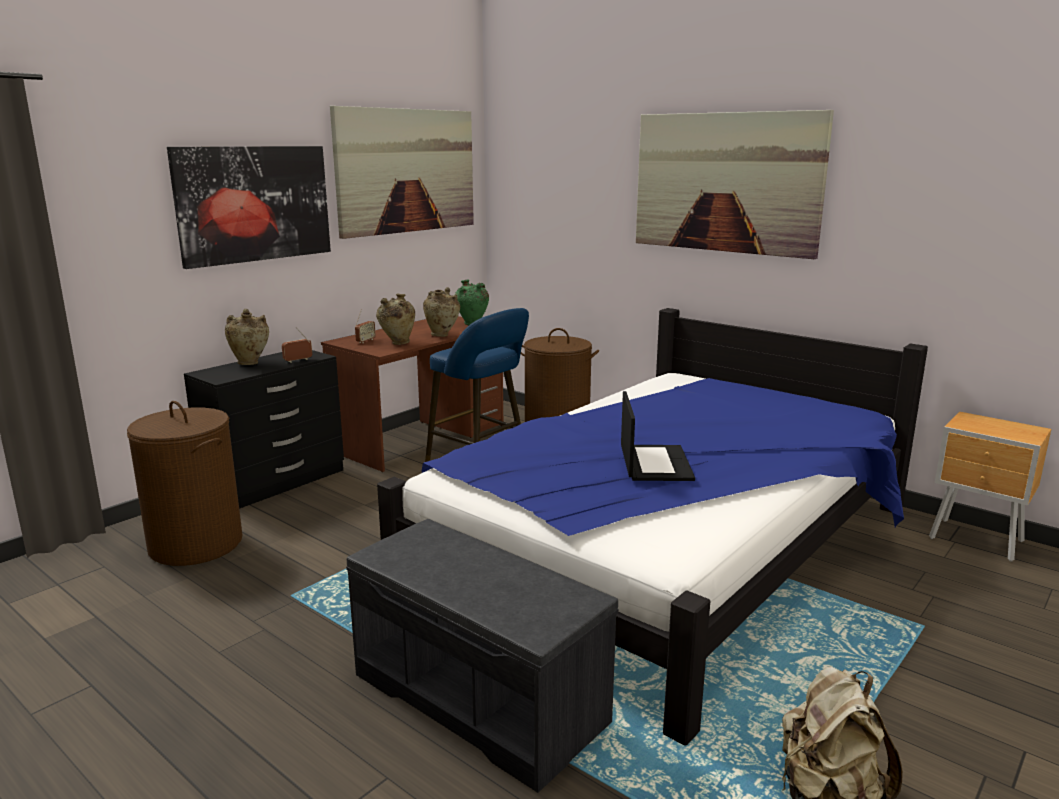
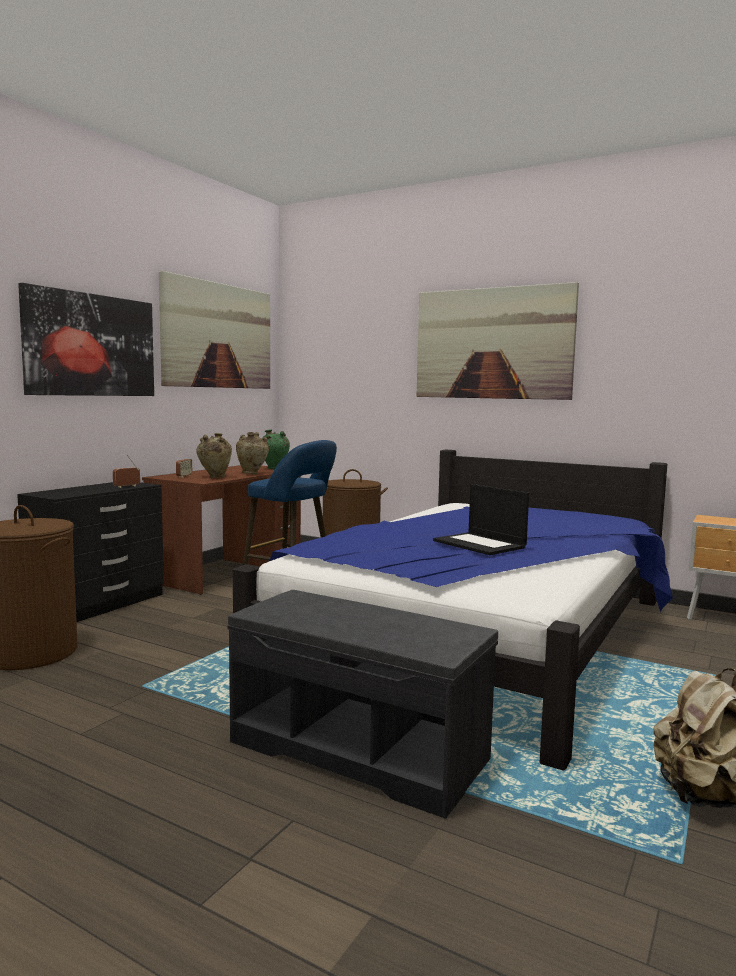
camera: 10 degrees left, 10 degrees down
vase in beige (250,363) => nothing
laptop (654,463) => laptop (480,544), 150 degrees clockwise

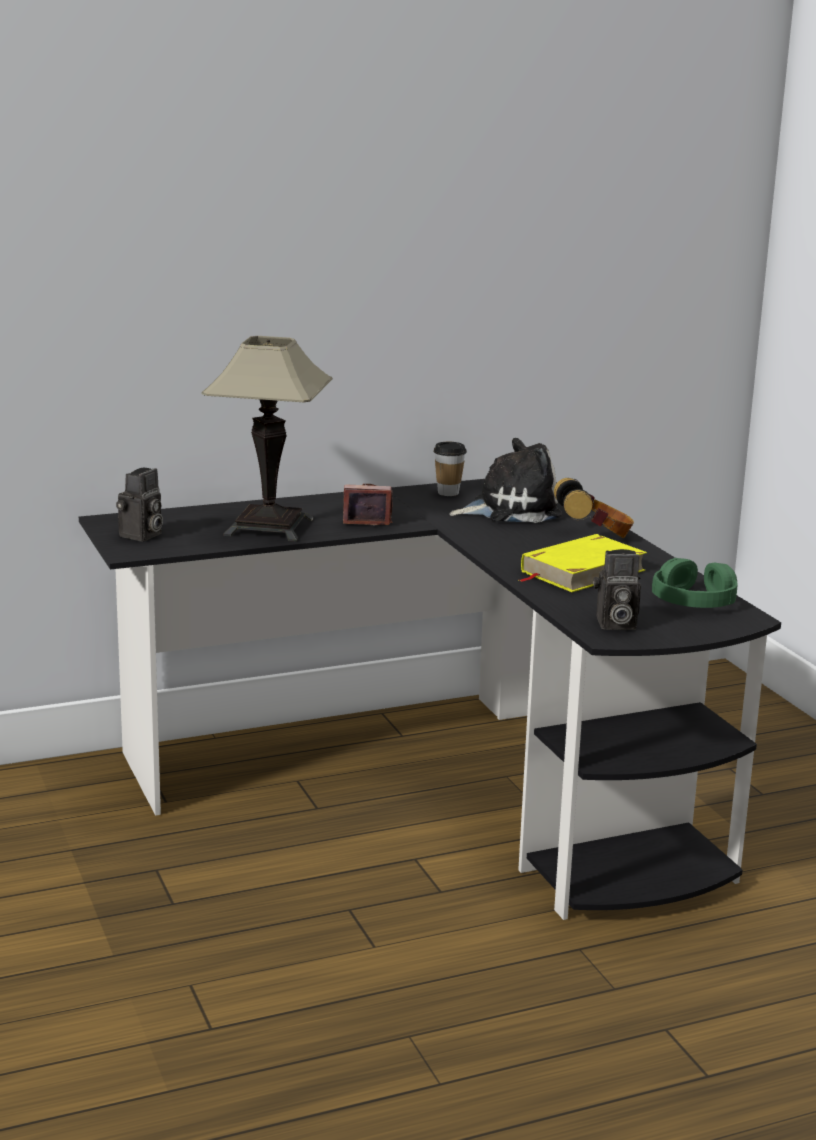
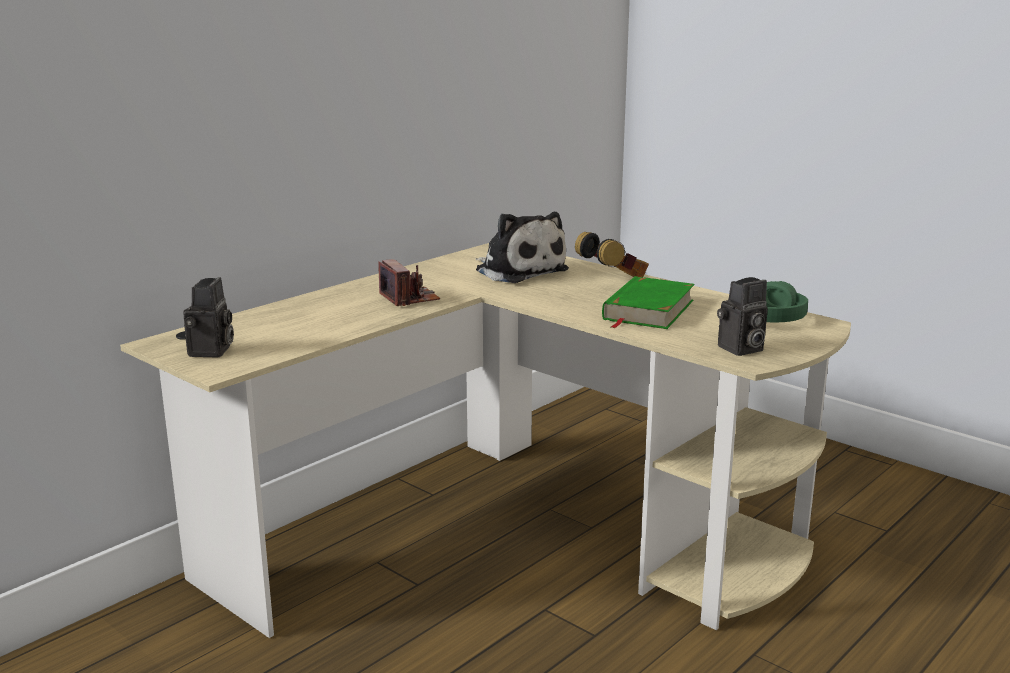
camera: 25 degrees left, 0 degrees up
desk in black (445,785) => desk in beige (508,530)
table lamp (268,527) => nothing
photo camera (366,519) => photo camera (409,298), 90 degrees clockwise
cup (448,493) => nothing
plush toy (510,509) => plush toy (518,270), 90 degrees clockwise
book in yellow (582,571) => book in green (647,310)

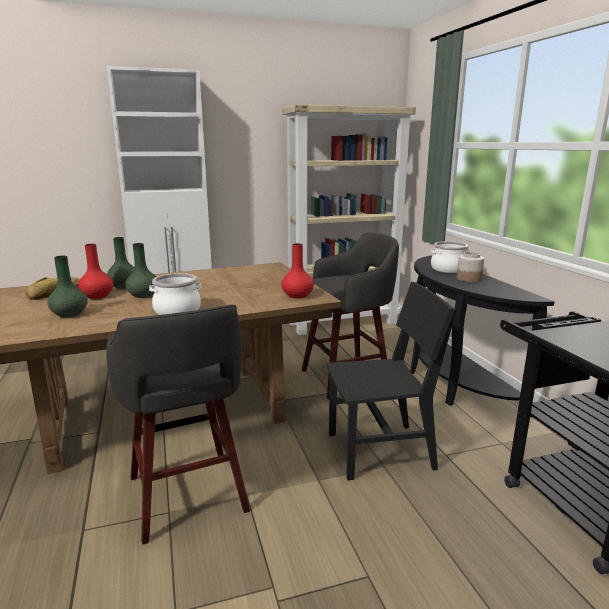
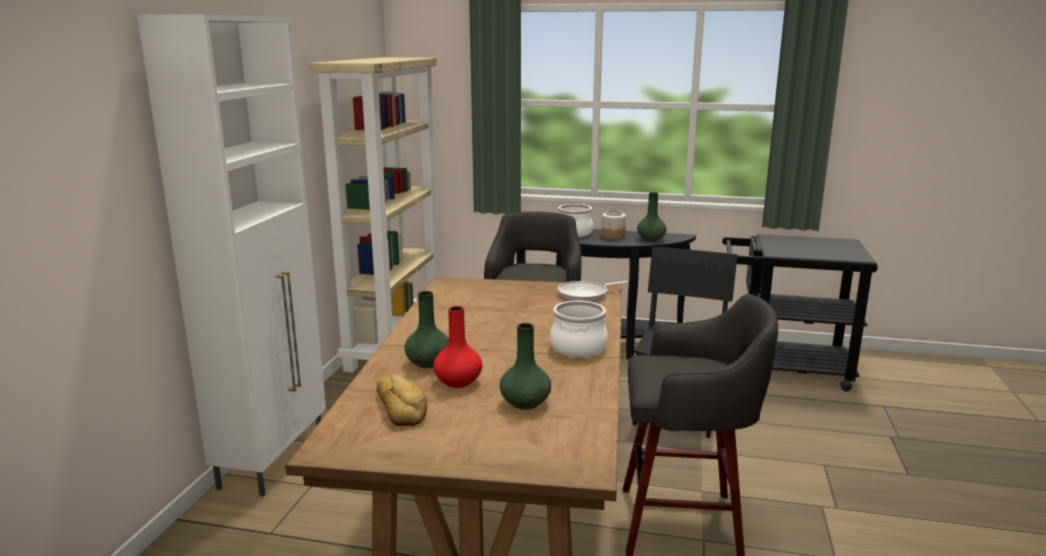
camera: 60 degrees left, 0 degrees up
vase in green (144,295) => vase in green (651,239), move
vase in red (297,296) => frying pan (585,294)

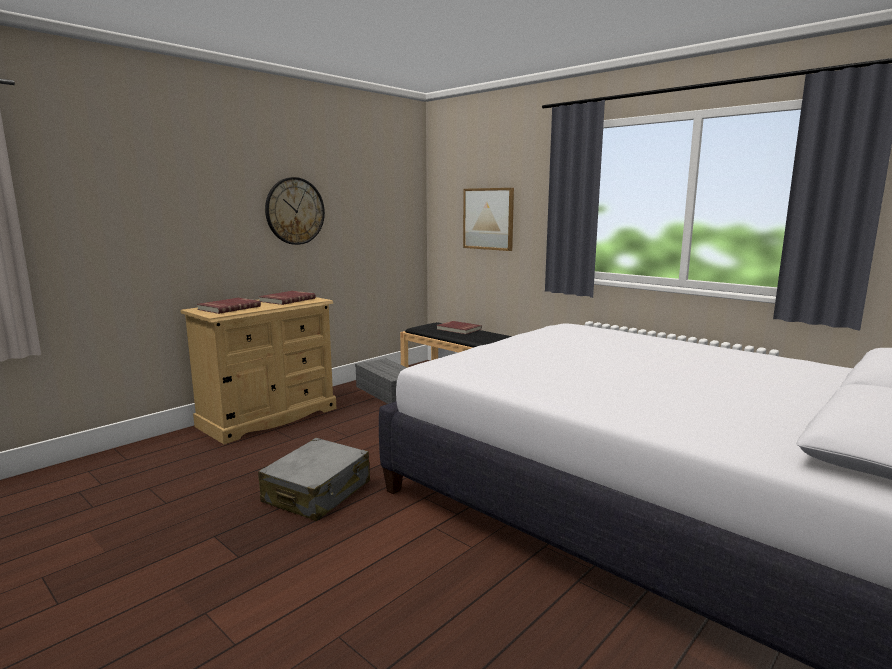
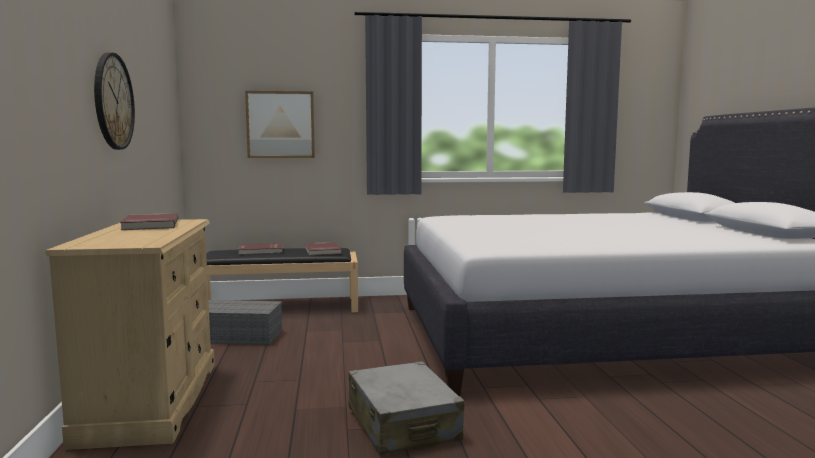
camera: 50 degrees left, 5 degrees down
book in red (228,308) => book in red (322,251), move

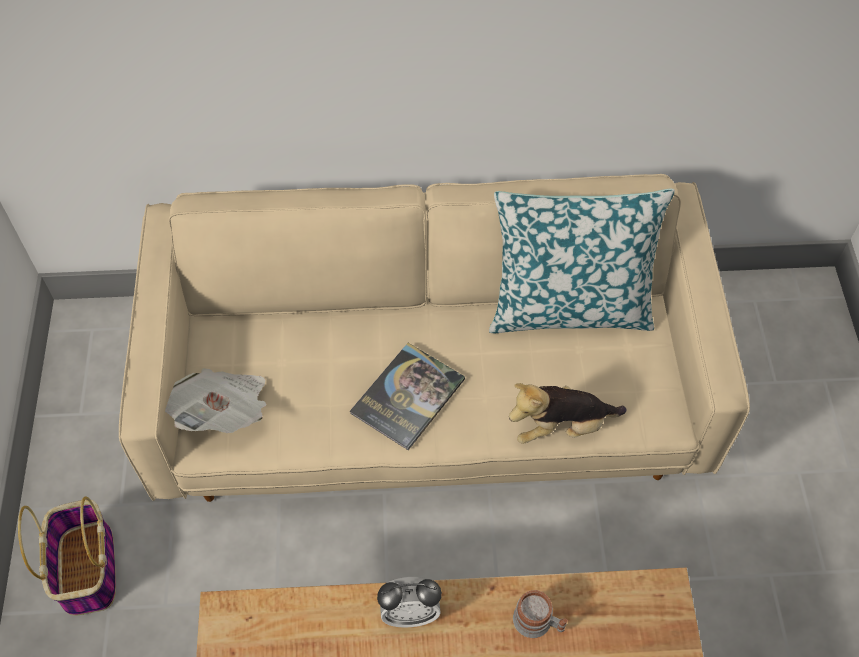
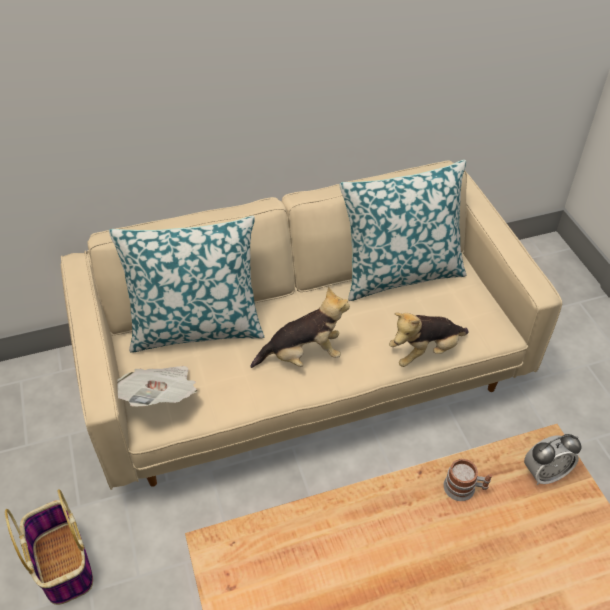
camera: 15 degrees left, 10 degrees down
book (408,396) => plush toy (303,355)
alarm clock (410,612) => alarm clock (544,473), move
nothing => pillow (196,327)

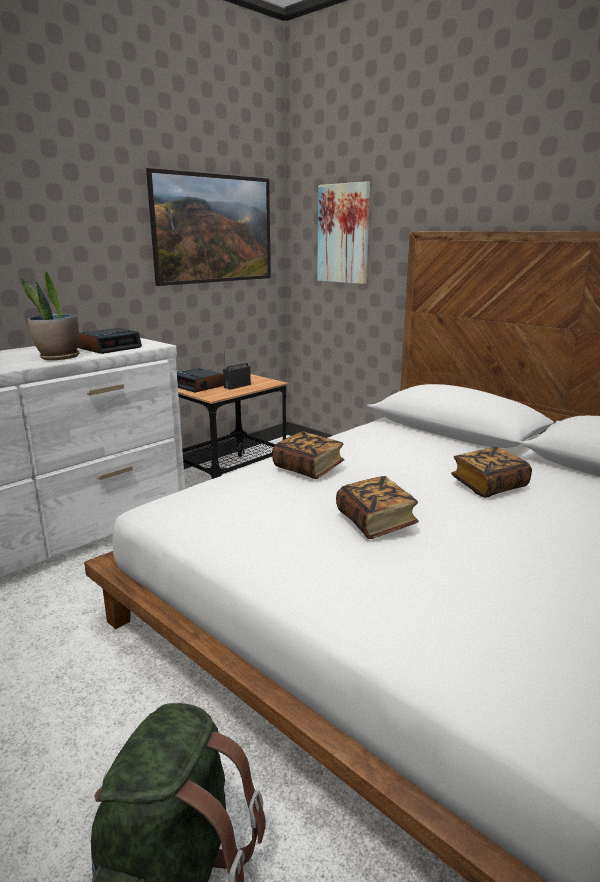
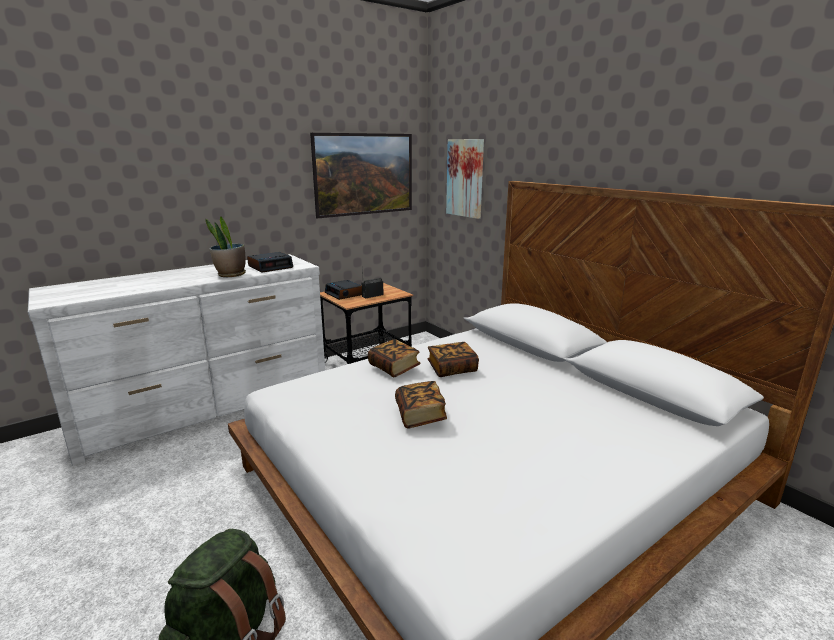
camera: 10 degrees right, 0 degrees up
book (489,485) => book (452,369), move

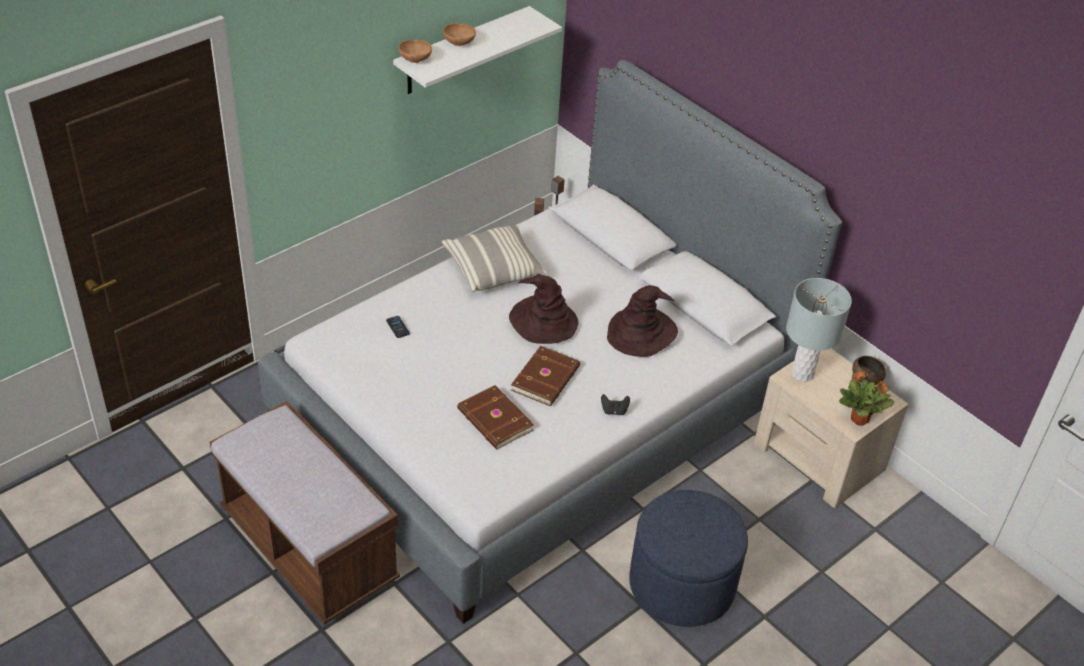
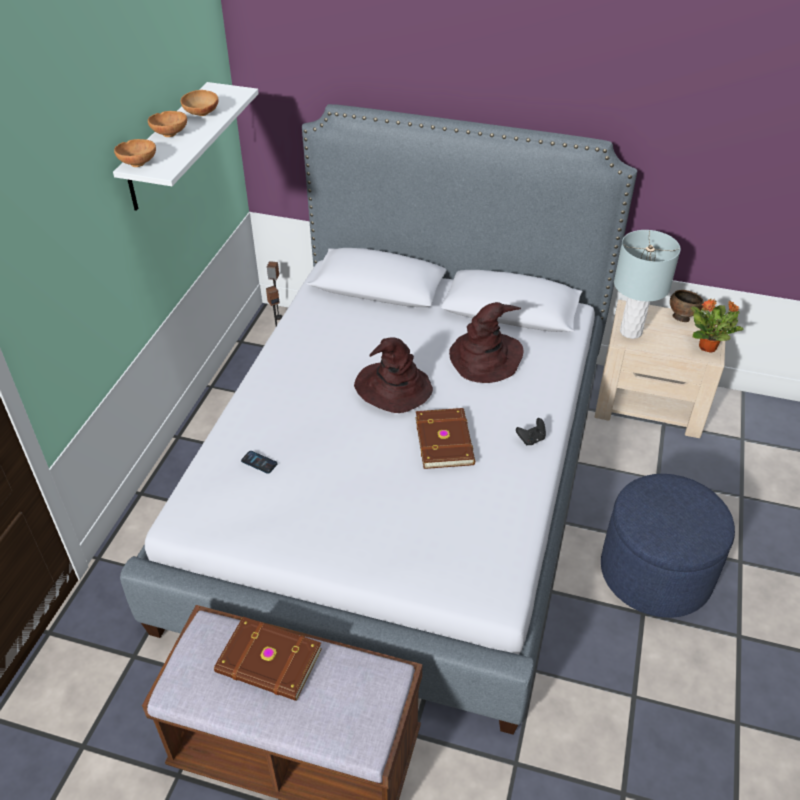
camera: 30 degrees left, 0 degrees up
pillow (493,269) => nothing
book in brown (494,421) => book in brown (269,663), move
nothing => bowl in brown (201,114)

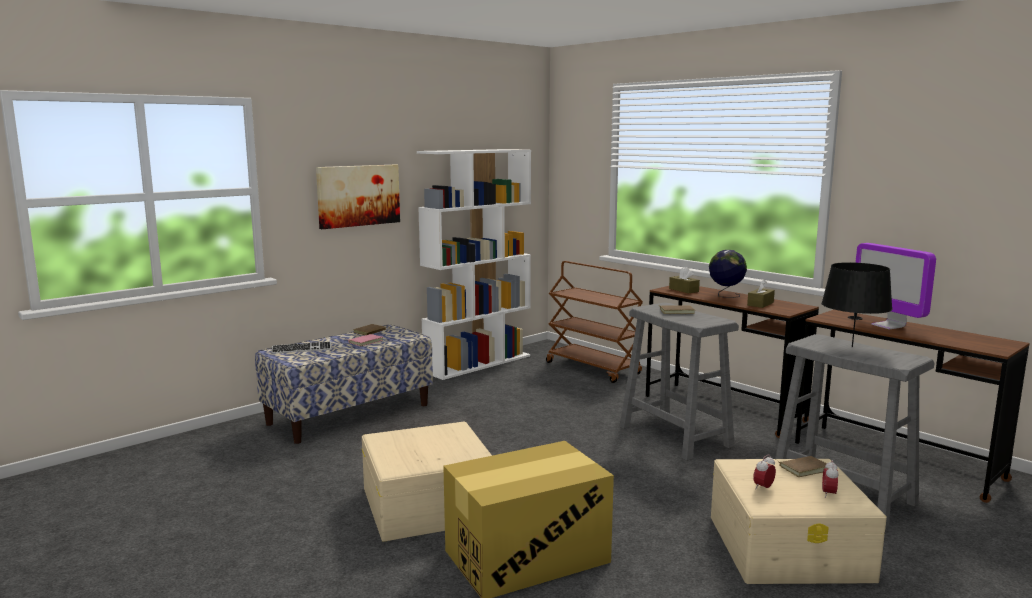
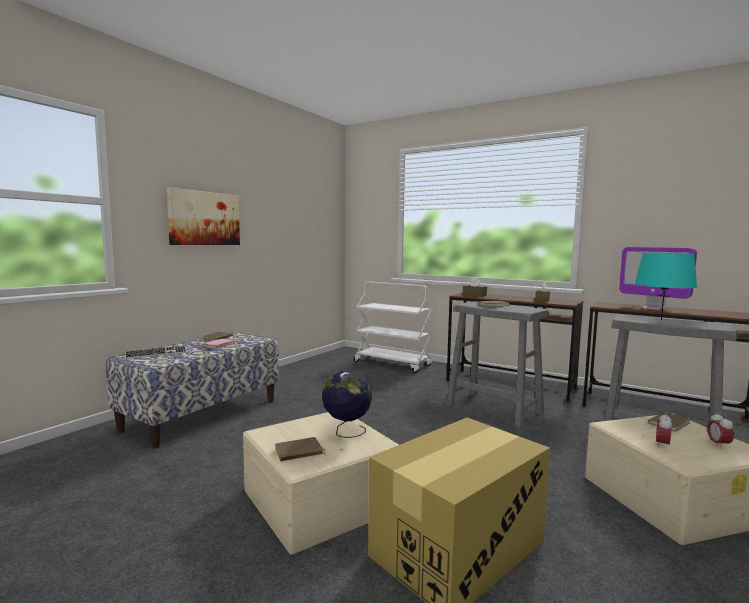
camera: 15 degrees left, 5 degrees down
bookcase in white (478,363) => nothing
cart in brown (593,368) => cart in white (393,364)
globe (725,295) => globe (346,432), move
table lamp in black (852,347) => table lamp in turquoise (661,320)
nothing => book in brown (299,452)

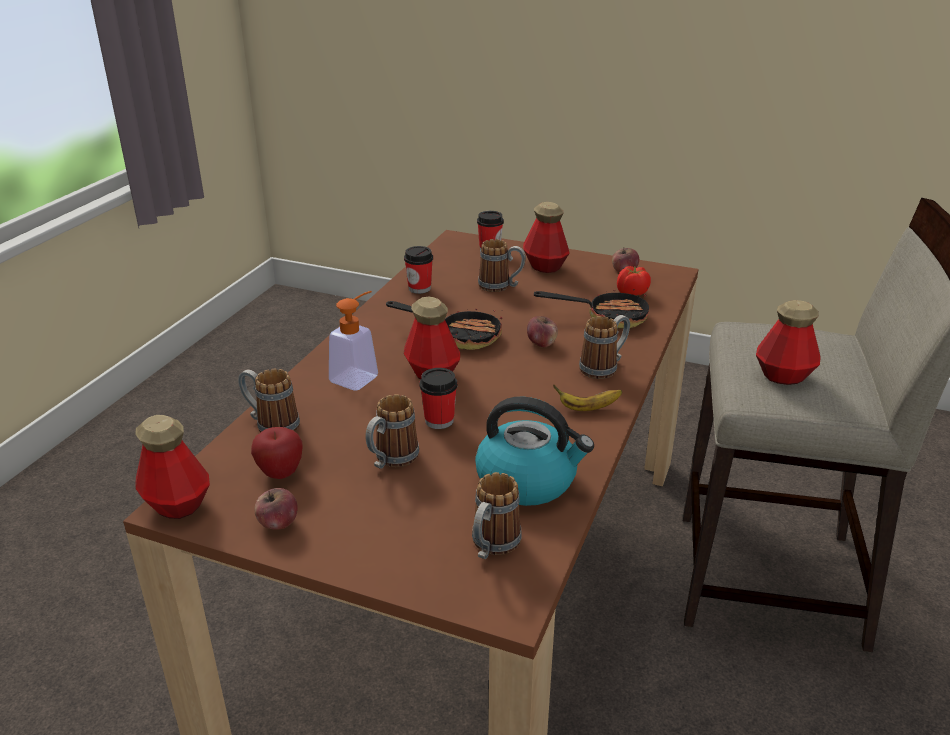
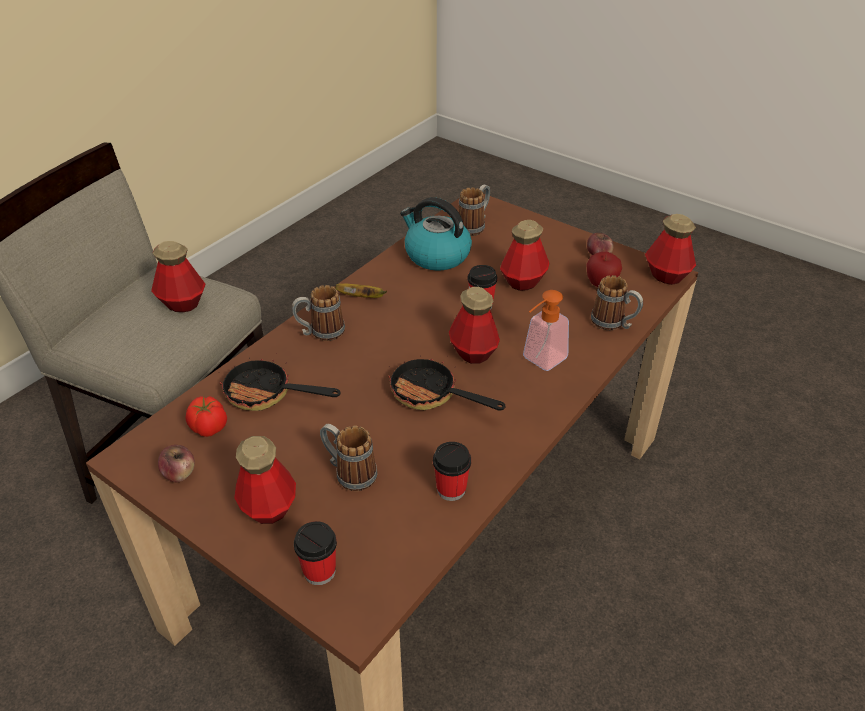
camera: 165 degrees left, 10 degrees up
mug (391,460) => bottle (523,282)
apple (541,343) => nothing

